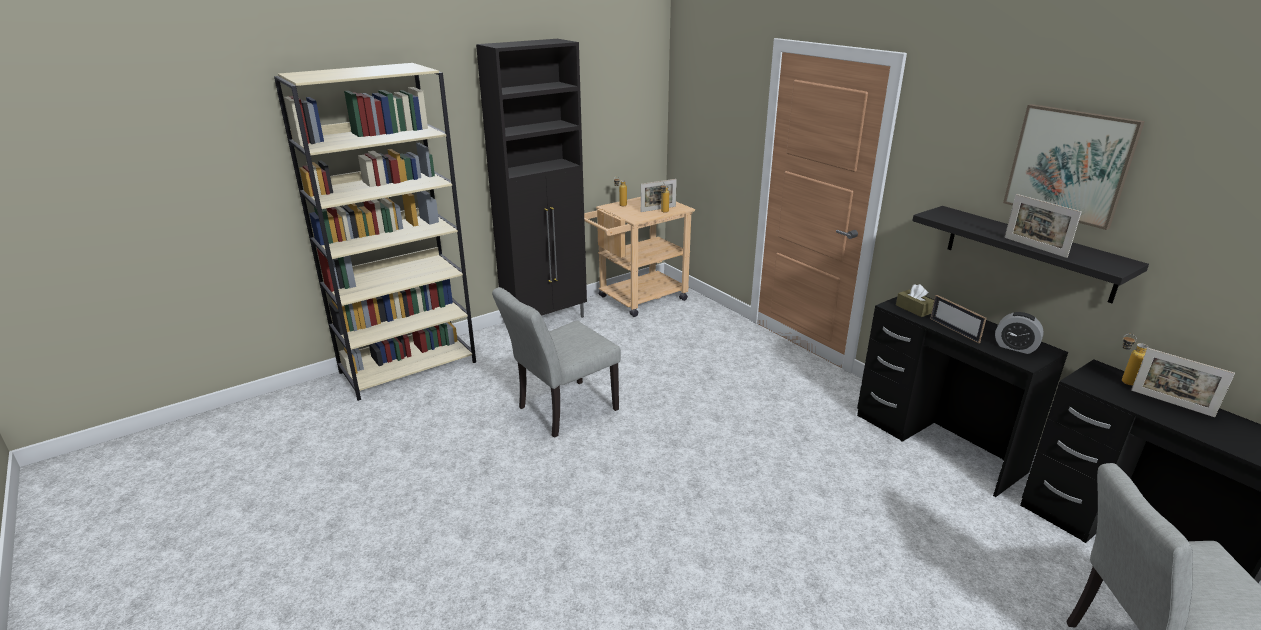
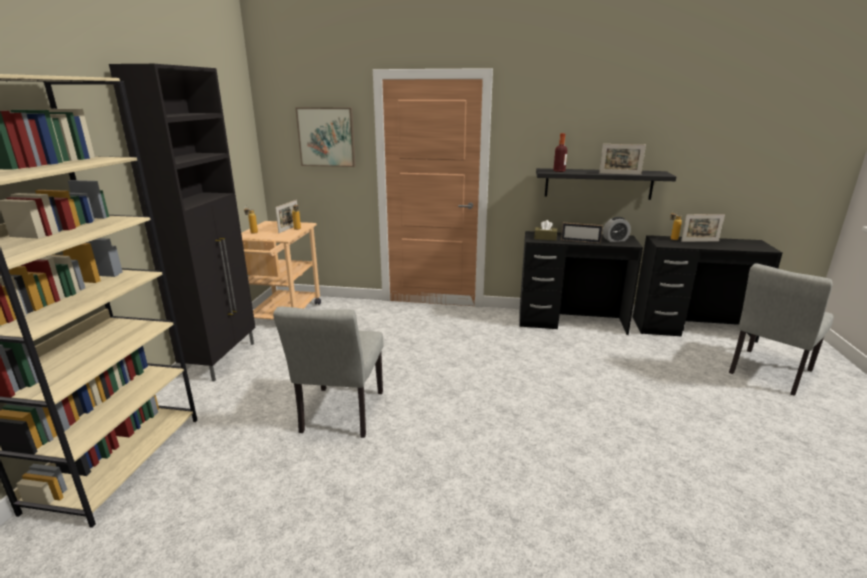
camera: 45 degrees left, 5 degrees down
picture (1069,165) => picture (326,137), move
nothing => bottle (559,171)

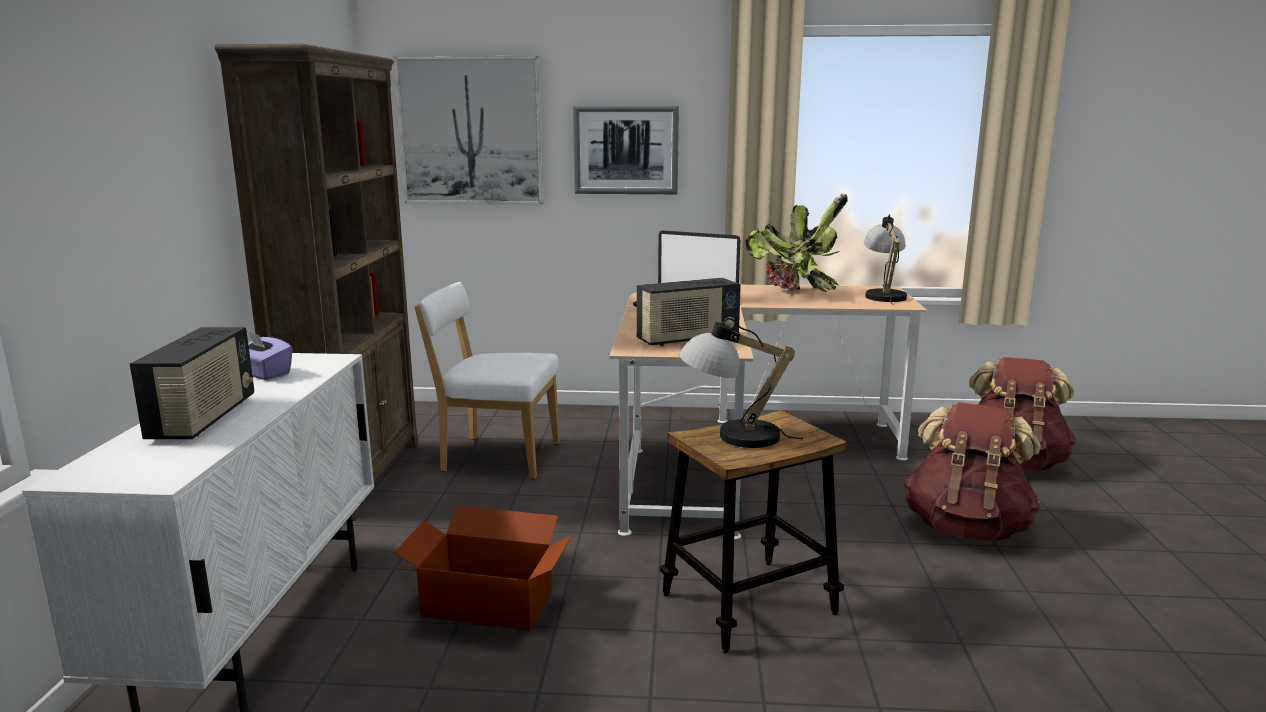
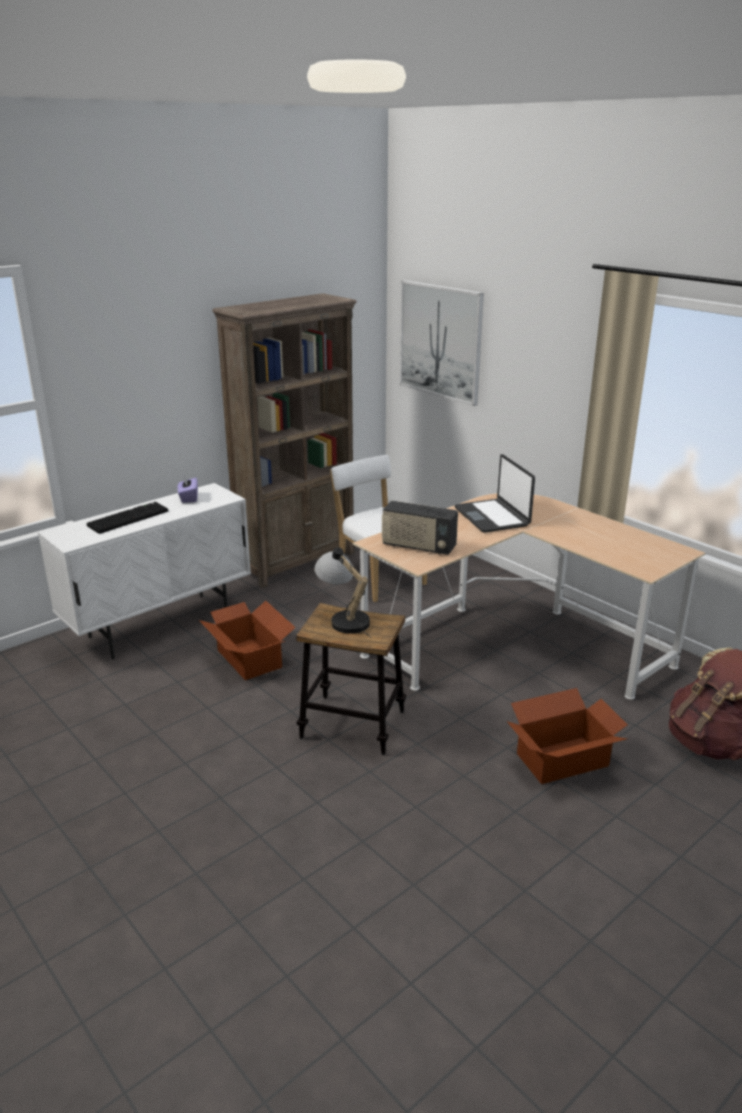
camera: 45 degrees right, 10 degrees up
radio (204,419) => keyboard (128,518)
picture (626,150) => nothing
potted plant (796,294) => nothing
table lamp (883,295) => nothing
backpack in brown (966,528) => cardboard box (563,760)

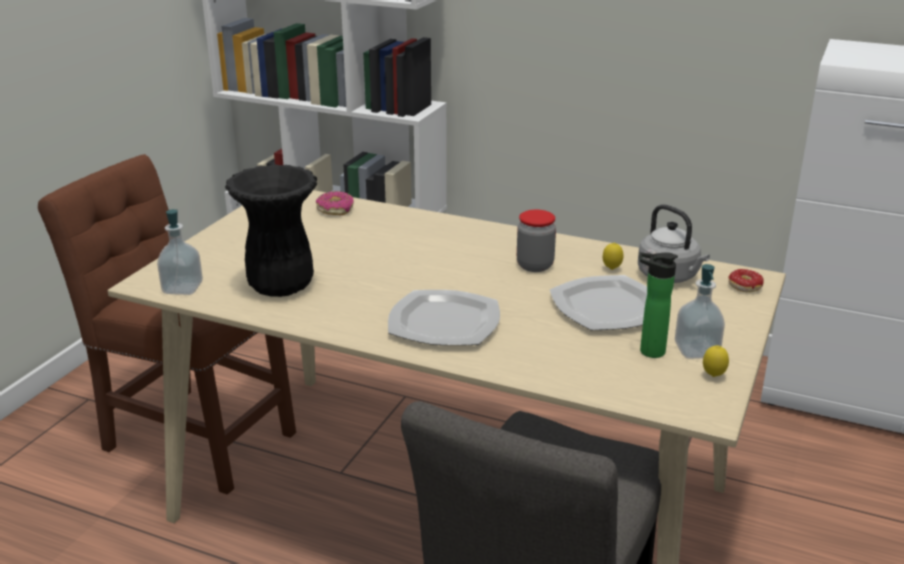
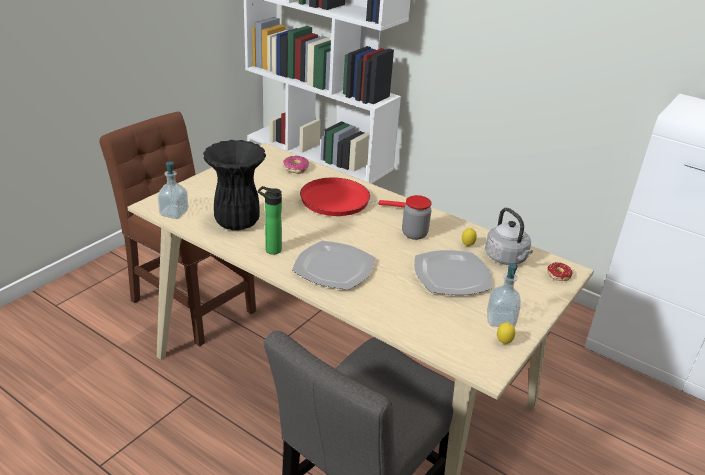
camera: 10 degrees right, 5 degrees up
bottle (648,351) => bottle (271,249), move
nothing => frying pan in red (341,202)

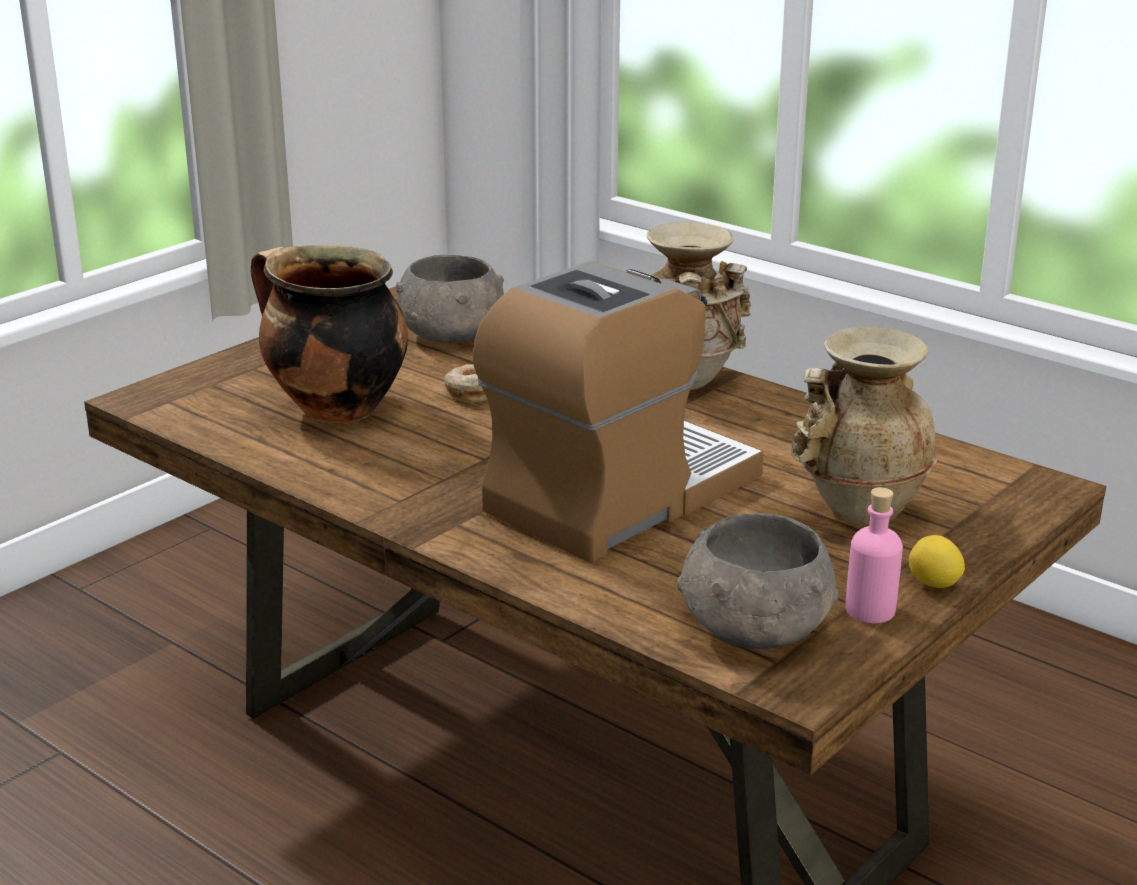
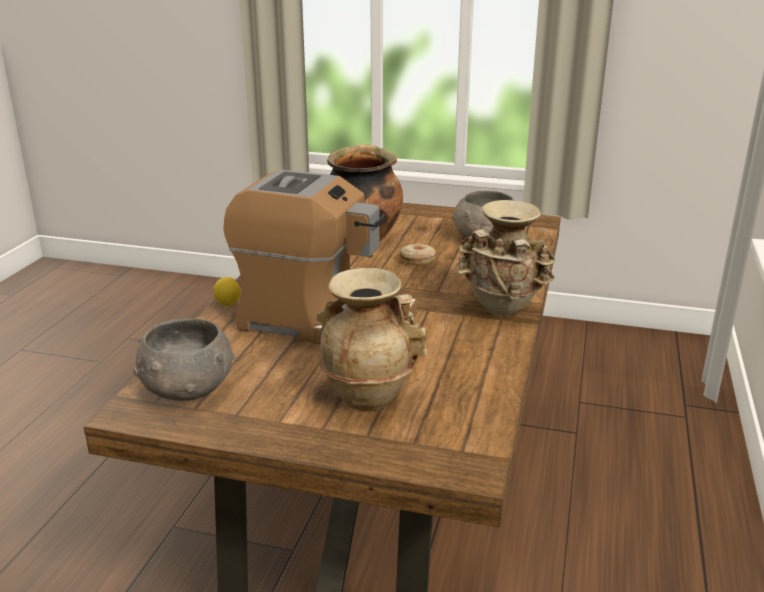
camera: 65 degrees right, 0 degrees up
bottle in pink (870,610) => nothing
lemon (934,584) => lemon (228,303), move

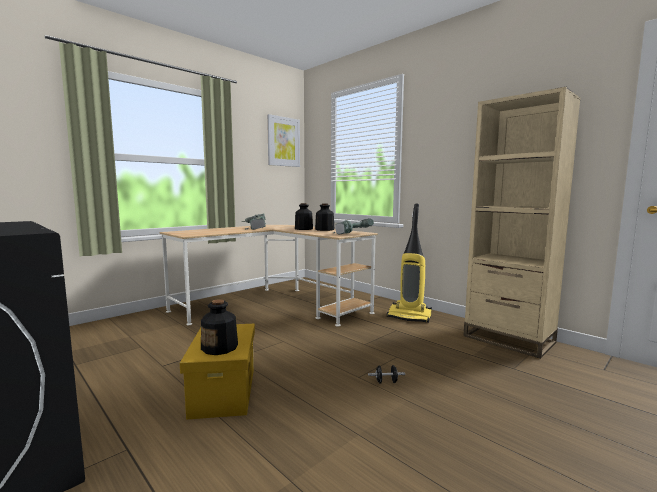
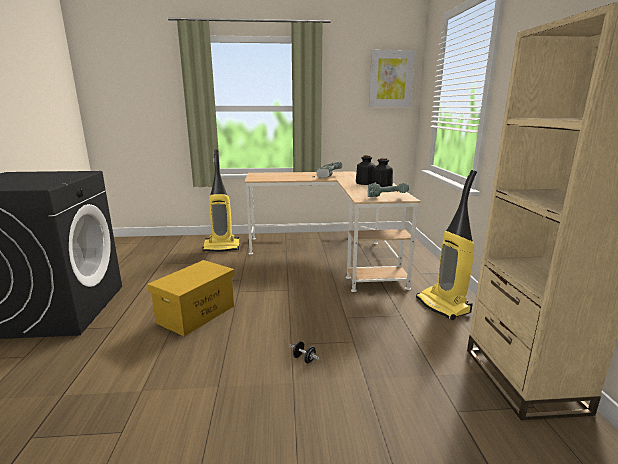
camera: 40 degrees right, 10 degrees up
bottle (220,348) => nothing
nothing => vacuum cleaner (222,247)

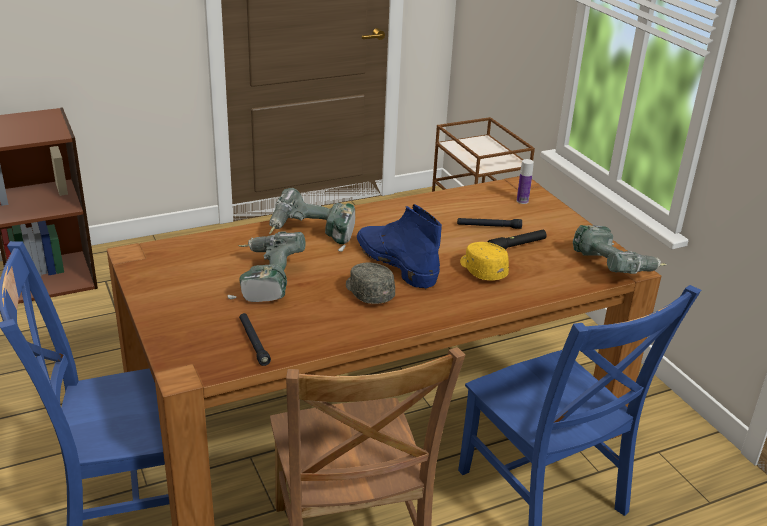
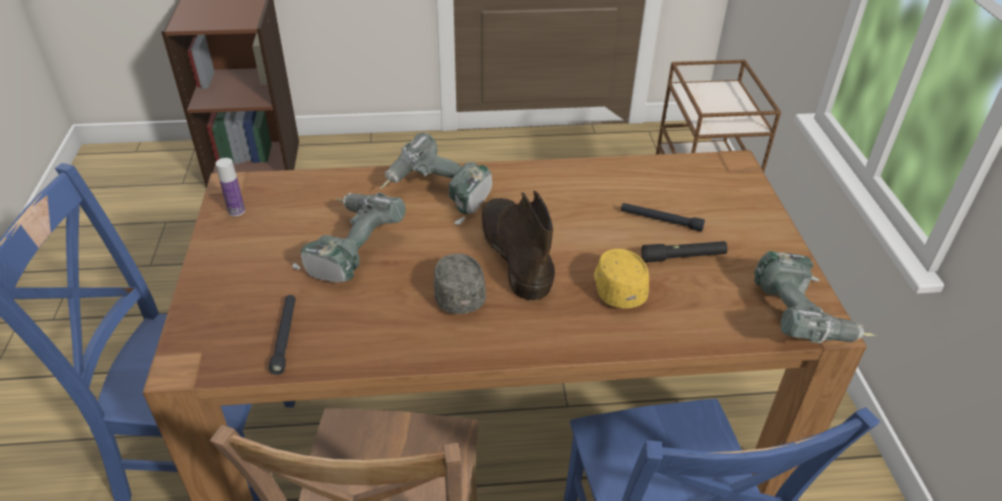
camera: 20 degrees right, 10 degrees up
boot in blue (395,262) => boot in brown (515,253)
bottle (522,201) => bottle (236,211), move

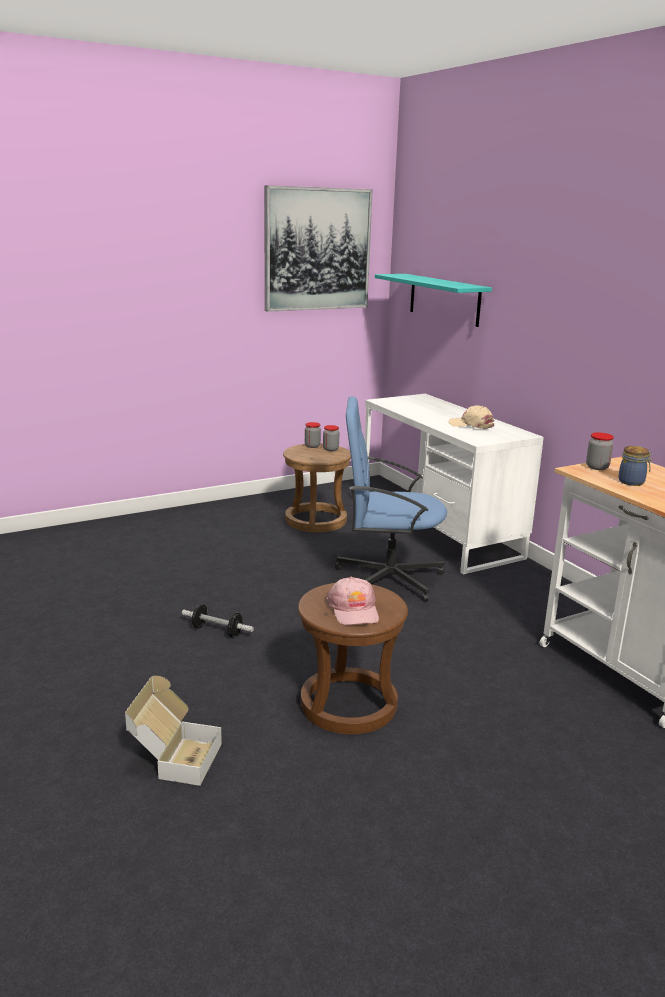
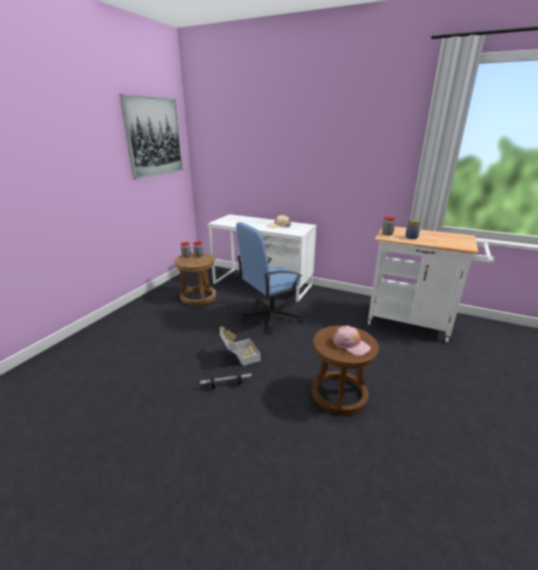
camera: 35 degrees left, 5 degrees up
cardboard box (174,758) => cardboard box (239,357), move
shelf in turquoise (444,299) => nothing

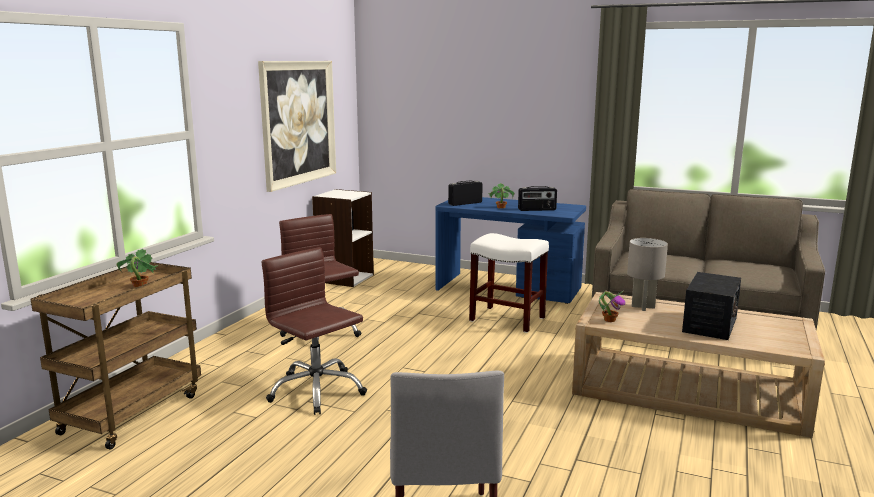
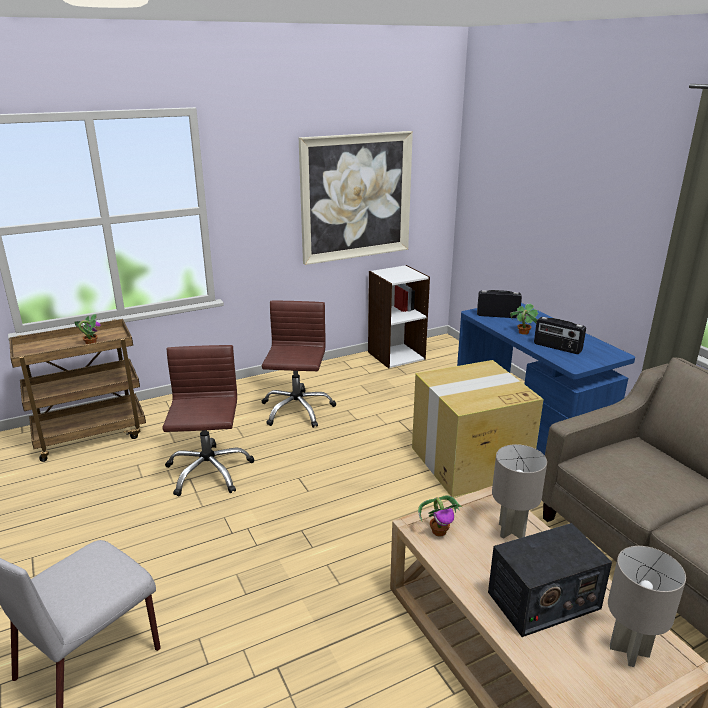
camera: 40 degrees right, 10 degrees up
stool in white (506,319) => cardboard box (468,462)
nothing => table lamp in grey (629,650)

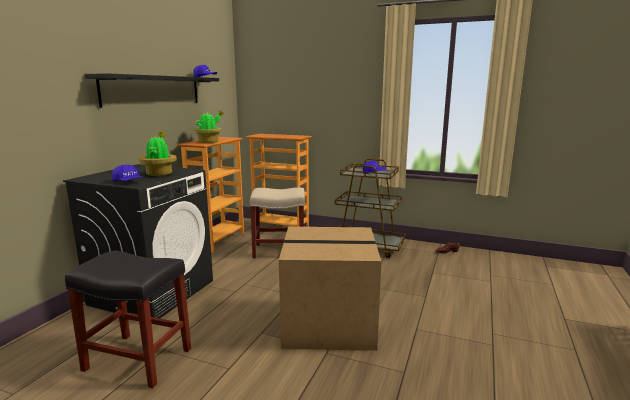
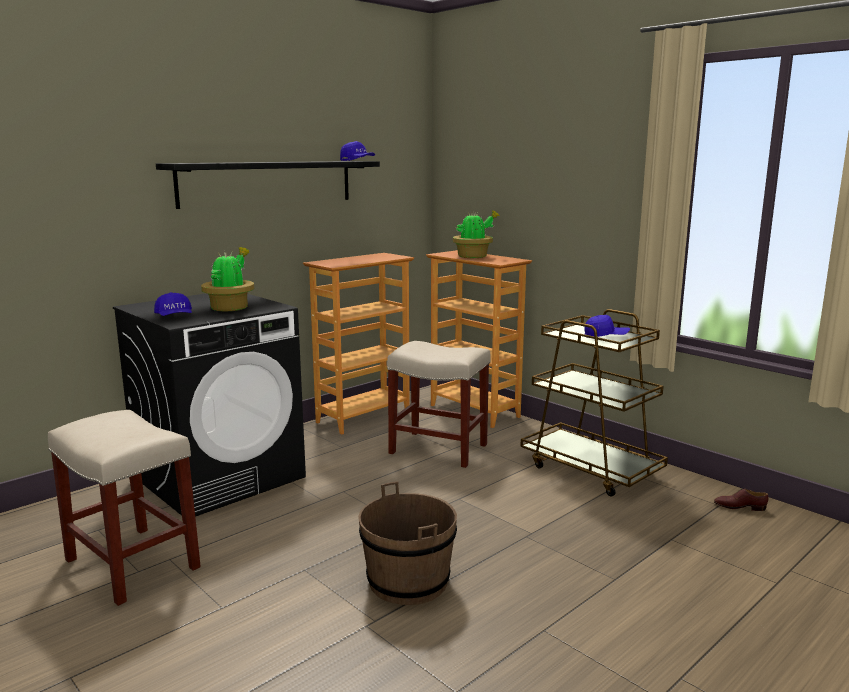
camera: 25 degrees right, 0 degrees up
stool in black (139,359) => stool in beige (134,564)
potted plant (209,142) => potted plant (474,257), move
cardboard box (327,323) => bucket in brown (408,581)

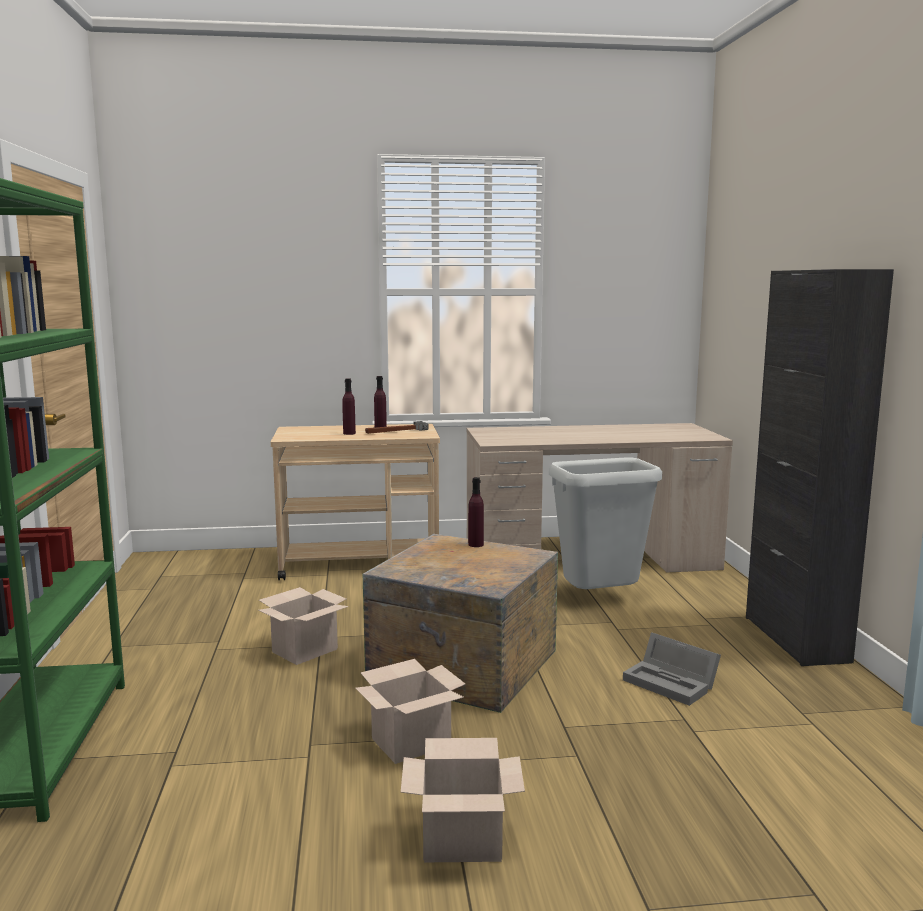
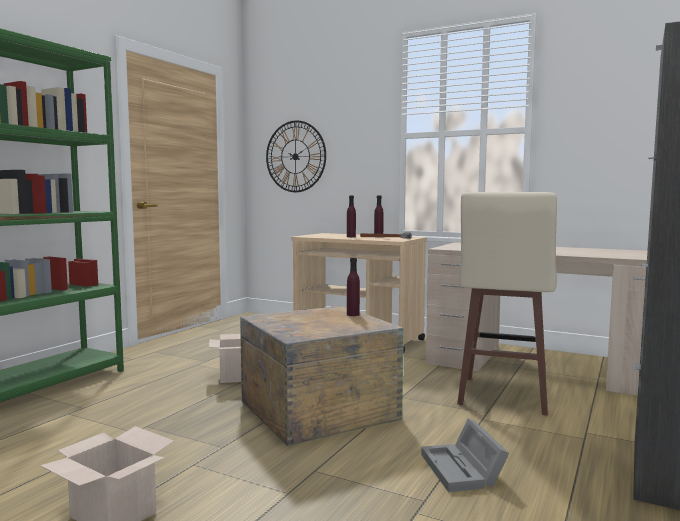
camera: 35 degrees right, 5 degrees down
cardboard box (412,741) => nothing
trash can in grey (600,601) => stool in beige (502,396)
nothing => wall clock (295,156)

